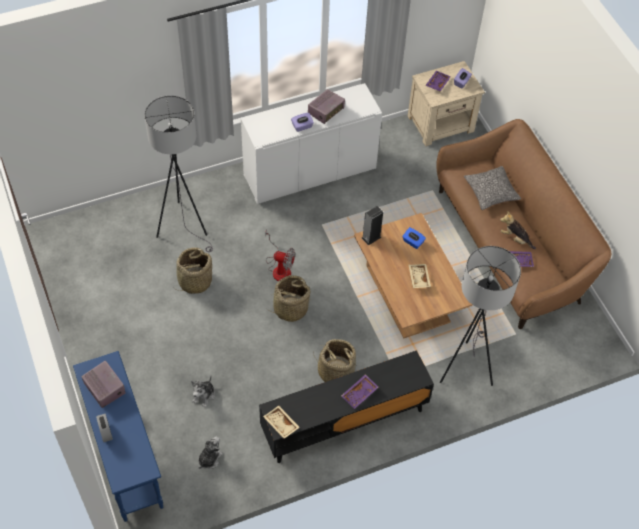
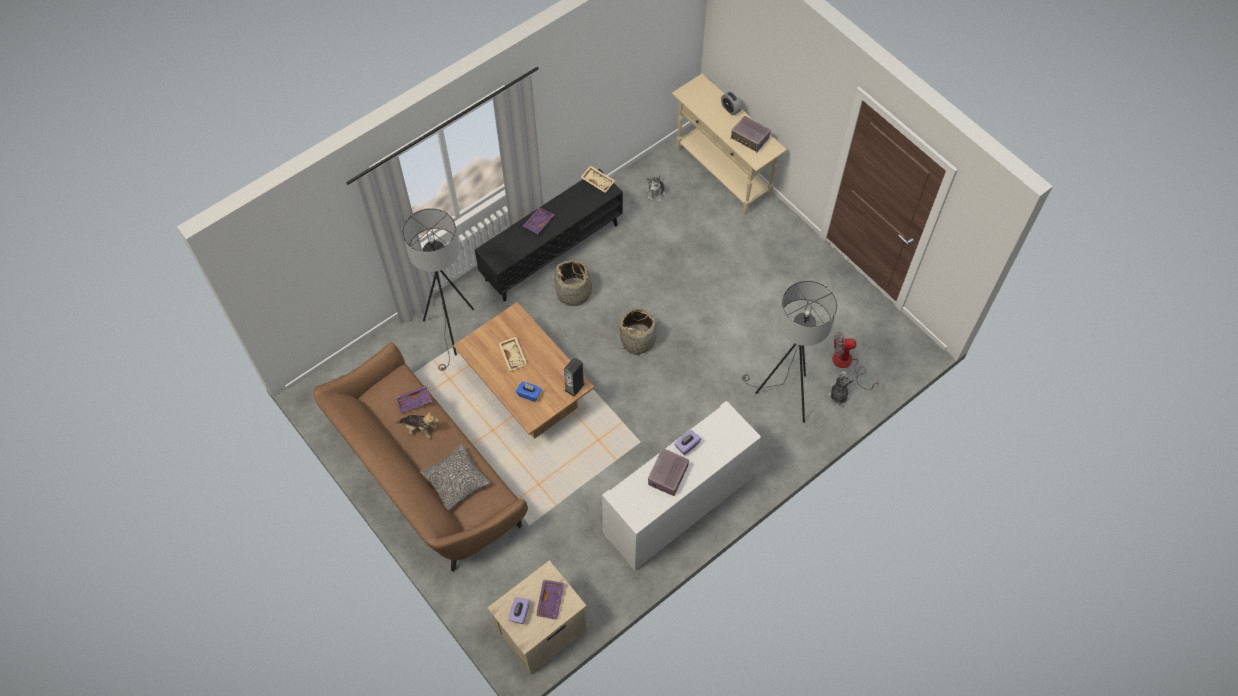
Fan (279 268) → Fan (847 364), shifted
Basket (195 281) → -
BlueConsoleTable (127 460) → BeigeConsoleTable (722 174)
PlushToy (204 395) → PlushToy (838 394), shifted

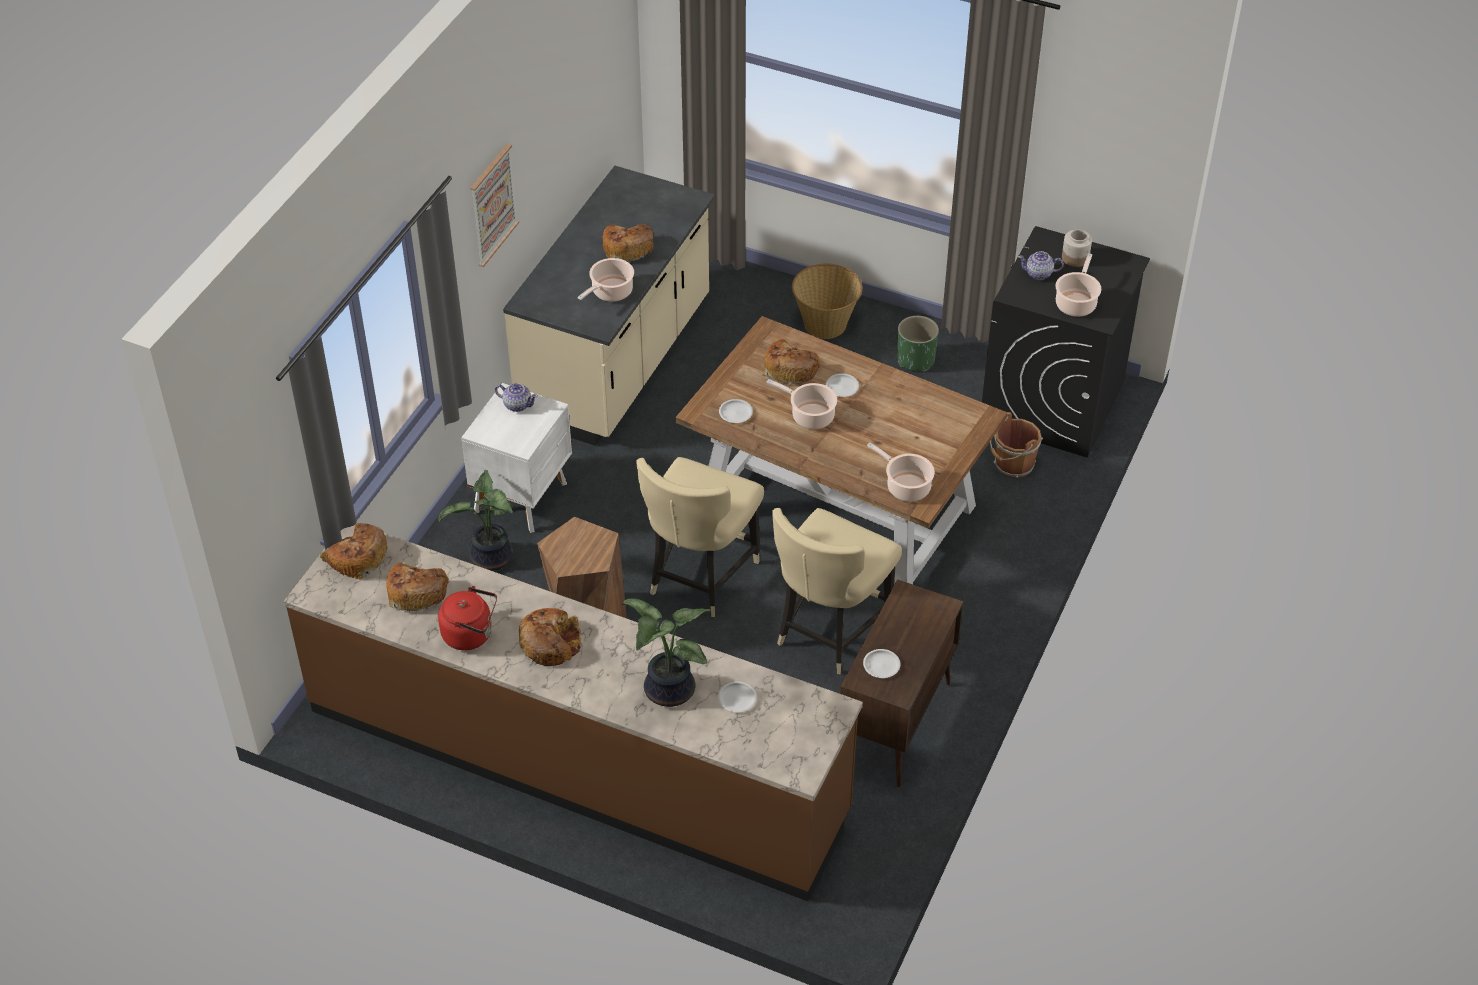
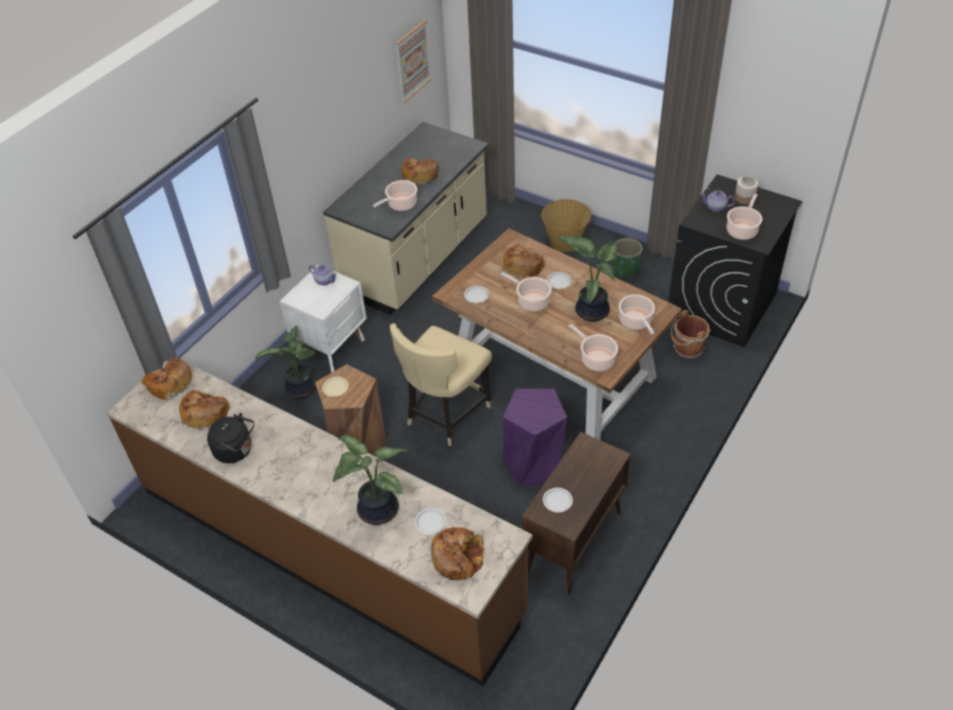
Picture (492 205) → Picture (412 61), shifted
BeigeChair (829 631) → PurpleStool (533 464)
RedKettle (471 634) → BlackKettle (236 450)
Bread (550 643) → Bread (457 557), shifted
- → PottedPlant (591 310)
- → CookingPot (636 322)
- → BeigePlate (336 388)

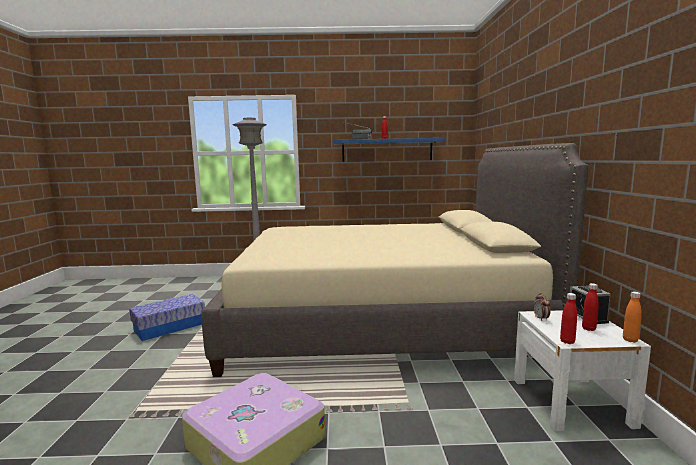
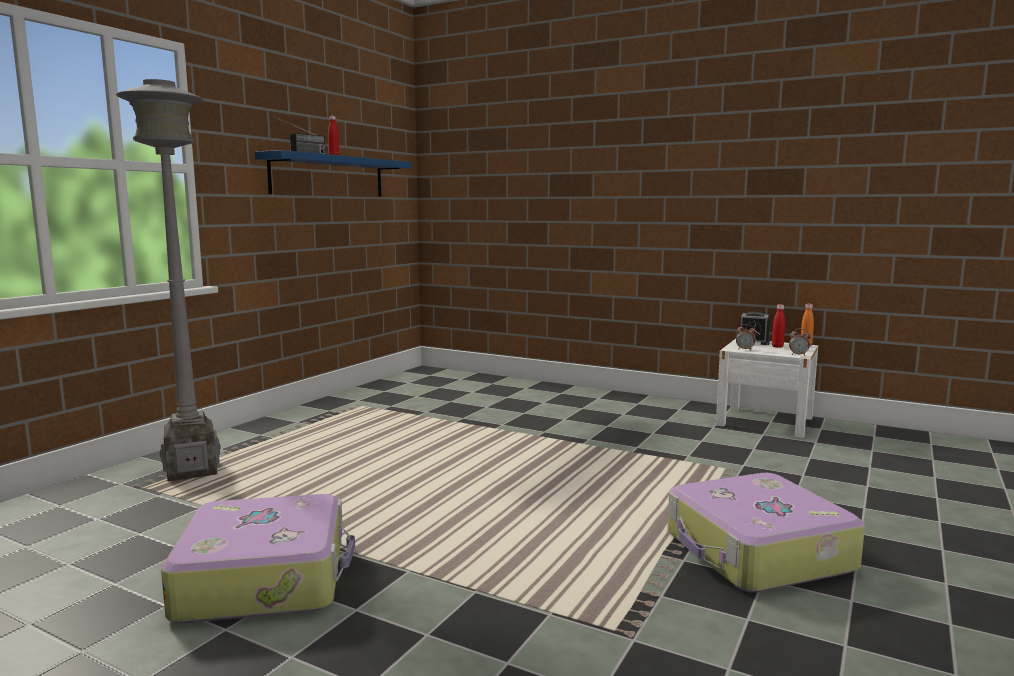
BeigeBed (379 322) → -
RedBottle (567 341) → AlarmClock (798 355)
StorageBox (169 327) → Suitcase (265 578)

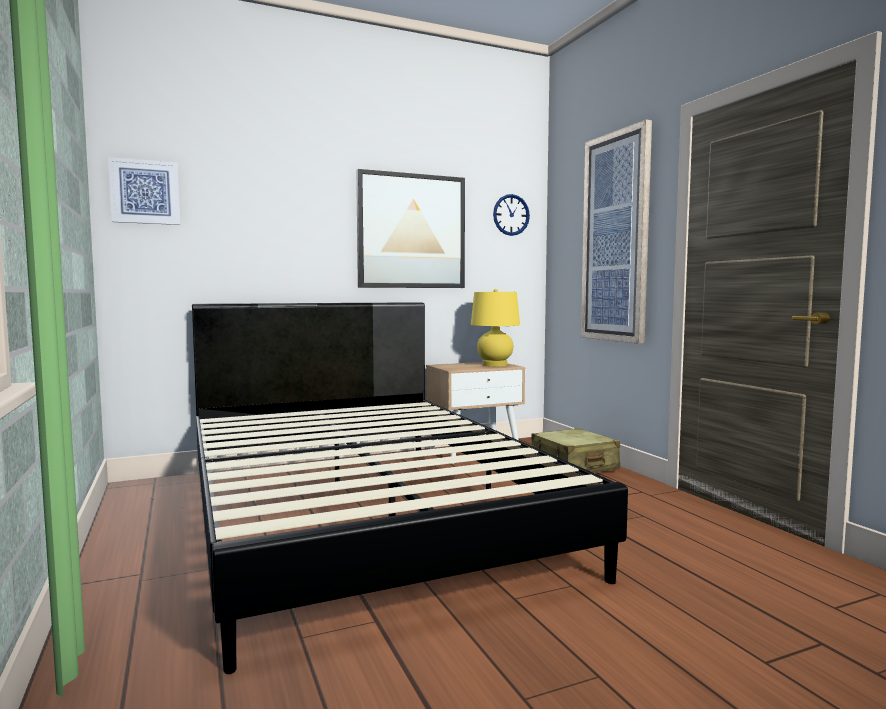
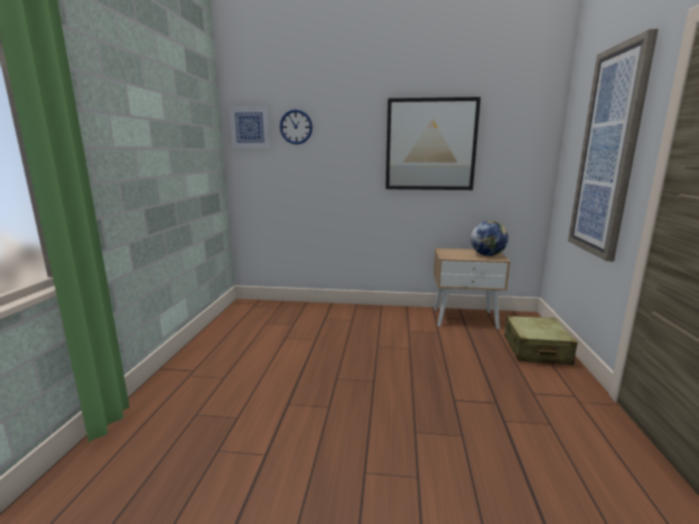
WallClock (511 215) → WallClock (296 127), shifted
YellowTableLamp (494 365) → Globe (487 255)
BlackBed (363 516) → -

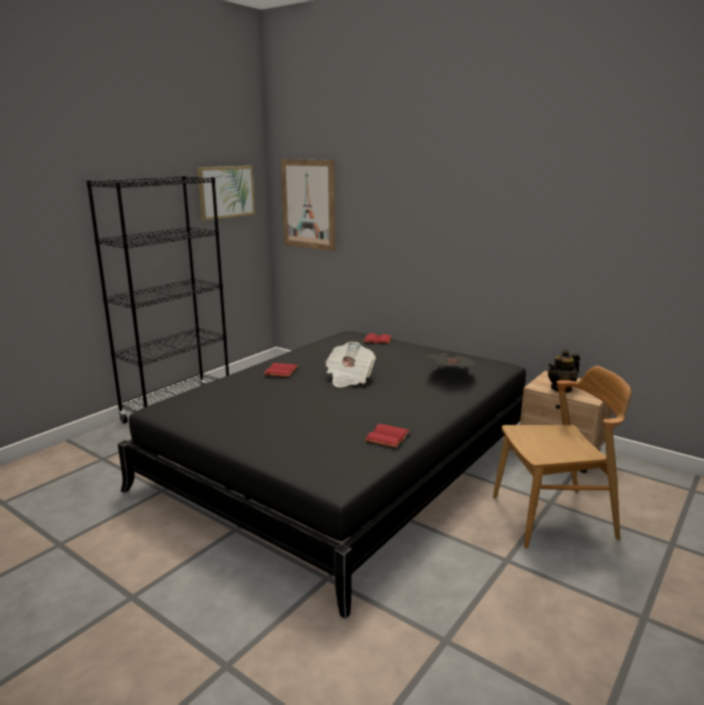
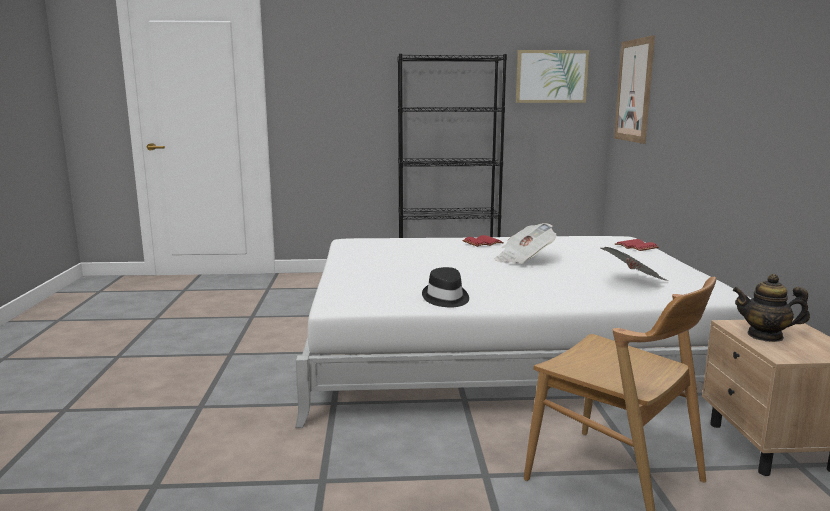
BlackBed (345 459) → WhiteBed (504 349)
RedBook (388 438) → BlackHat (445 298)

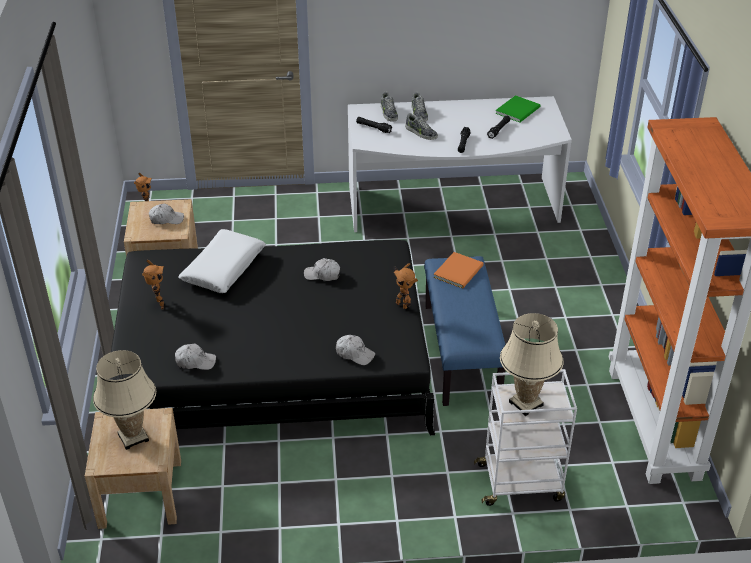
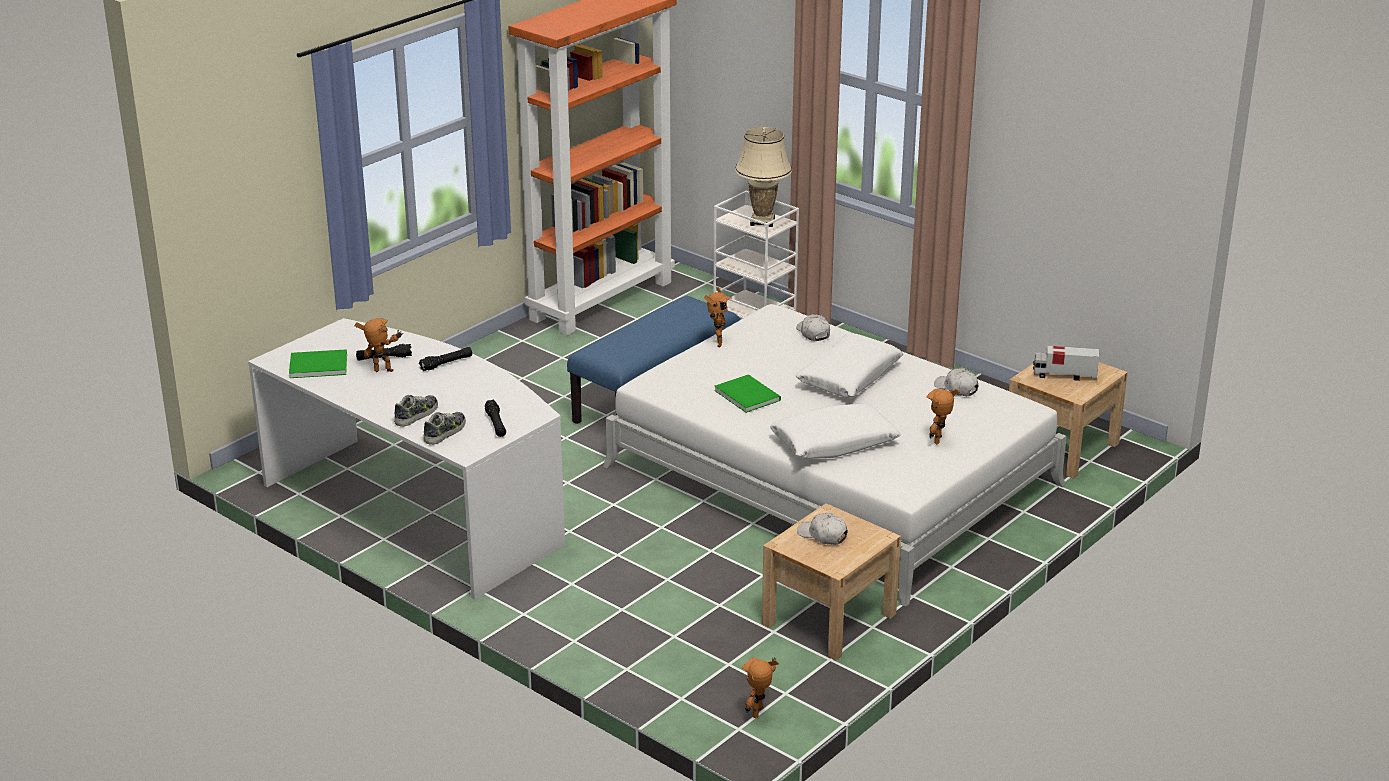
Shoe (421 133) → -
BlackBed (273 362) → WhiteBed (832 476)
OrangeBook (460 271) → -
WhiteCap (322 275) → GreenBook (747 394)
BeigeTableLamp (133 437) → ToyTruck (1064 375)
- → ToyRobot (383 372)
- → WhitePillow (849 376)

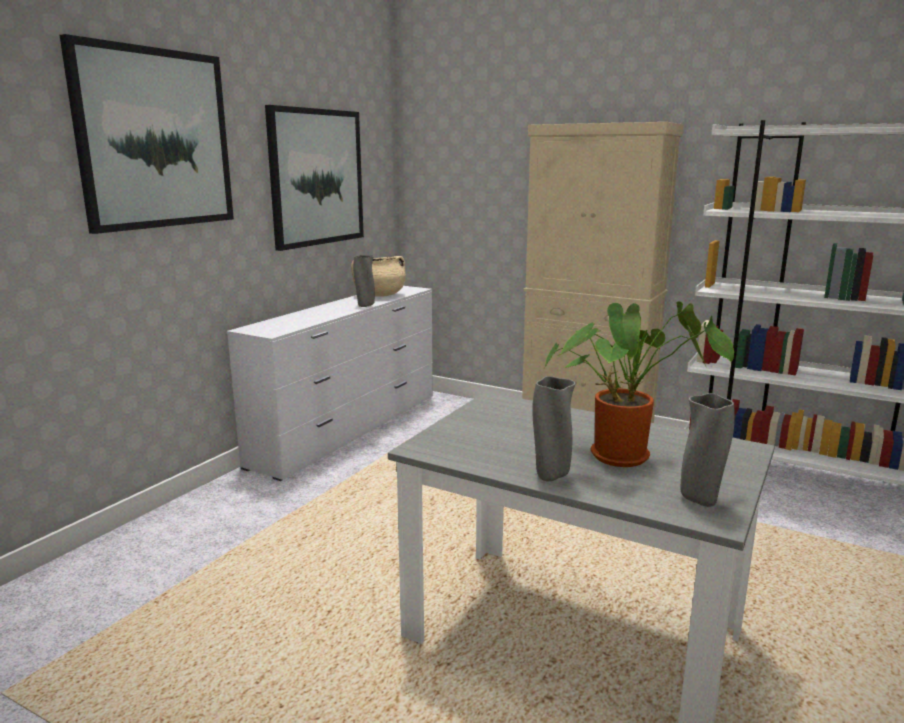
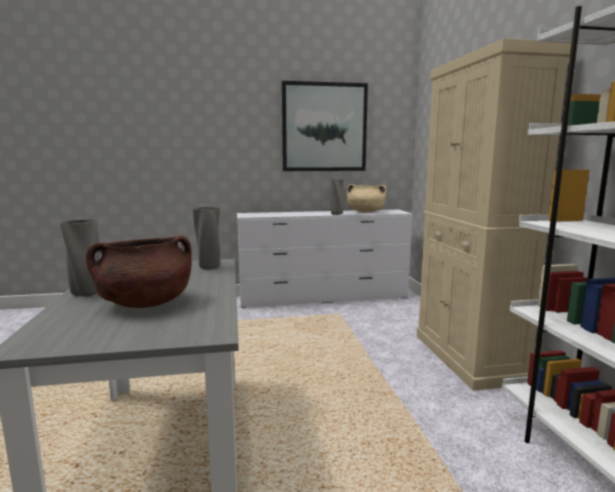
Picture (155 139) → -
PottedPlant (626 455) → BrownCookingPot (146 303)
GreyVase (700 499) → GreyVase (209 267), shifted

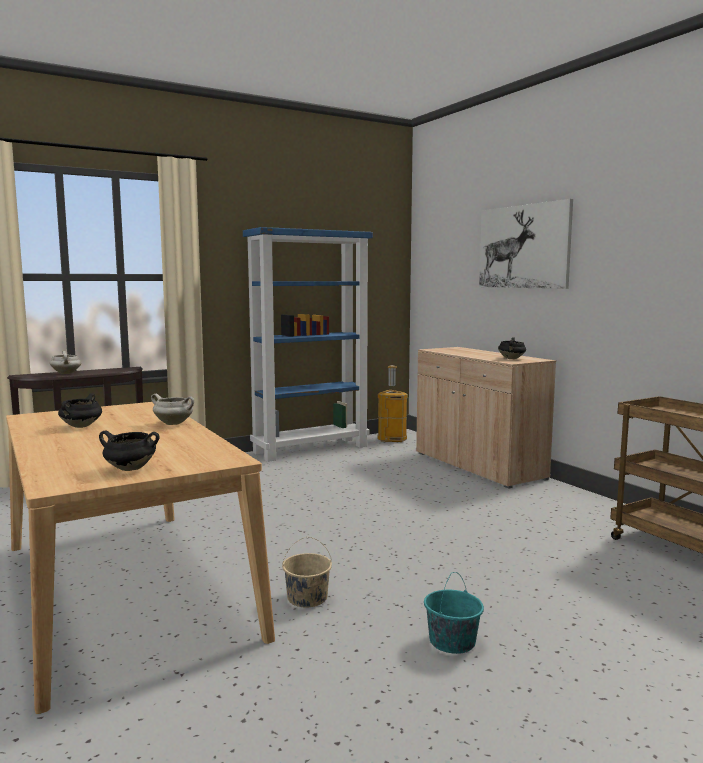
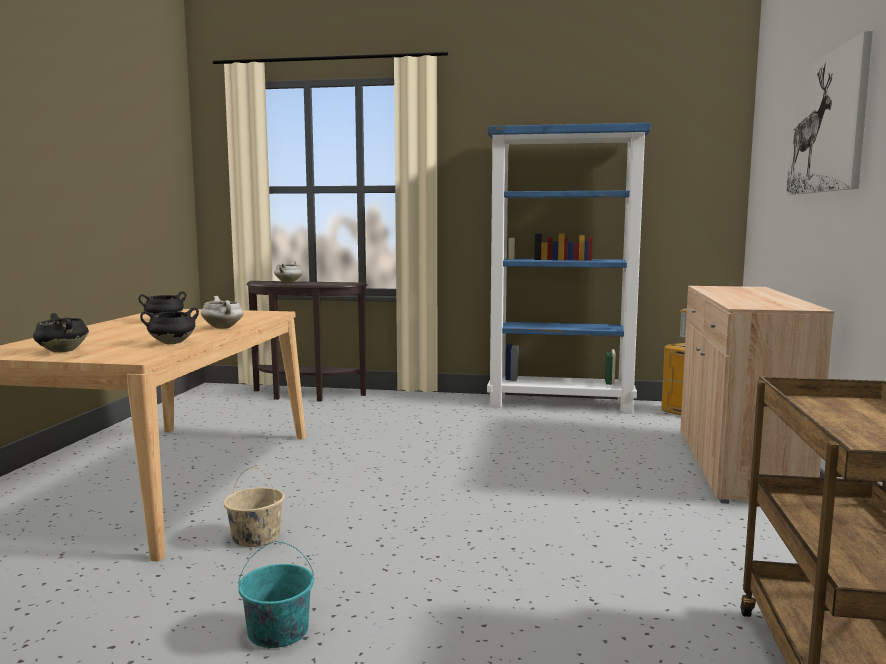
BlackCookingPot (512 359) → BlackCookingPot (171 343), shifted

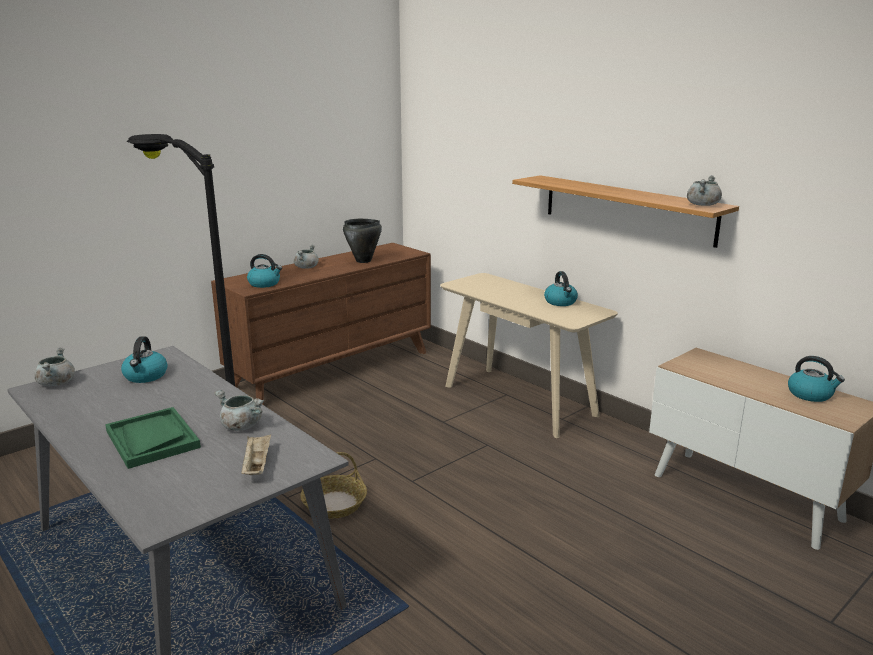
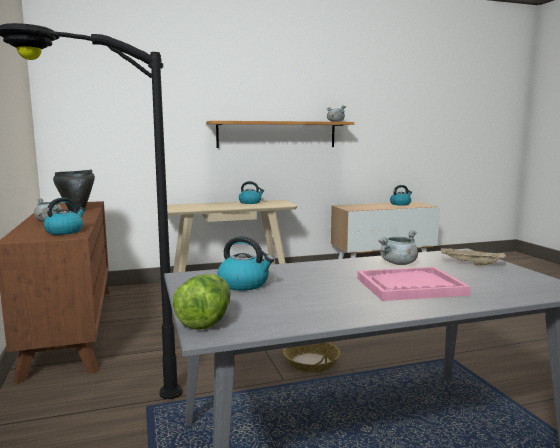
GreyCookingPot (56 383) → Lettuce (206 321)
GreenTray (152 439) → PinkTray (410 286)

